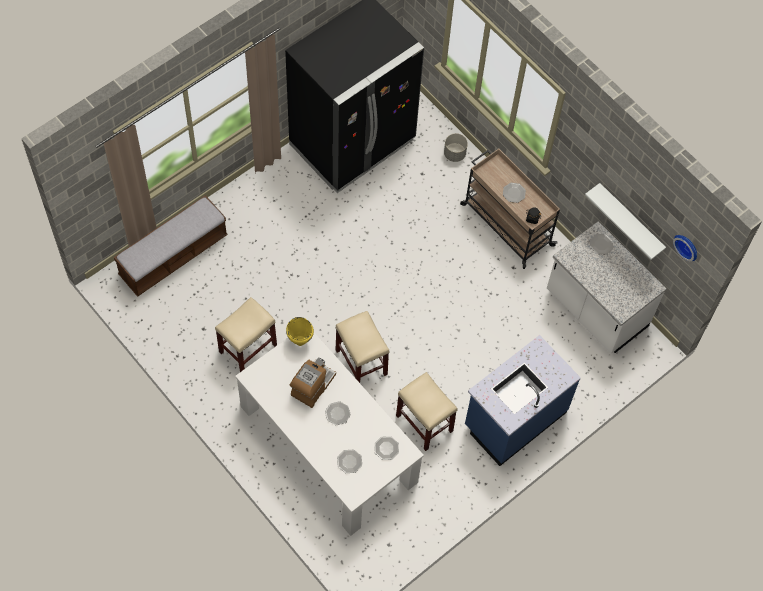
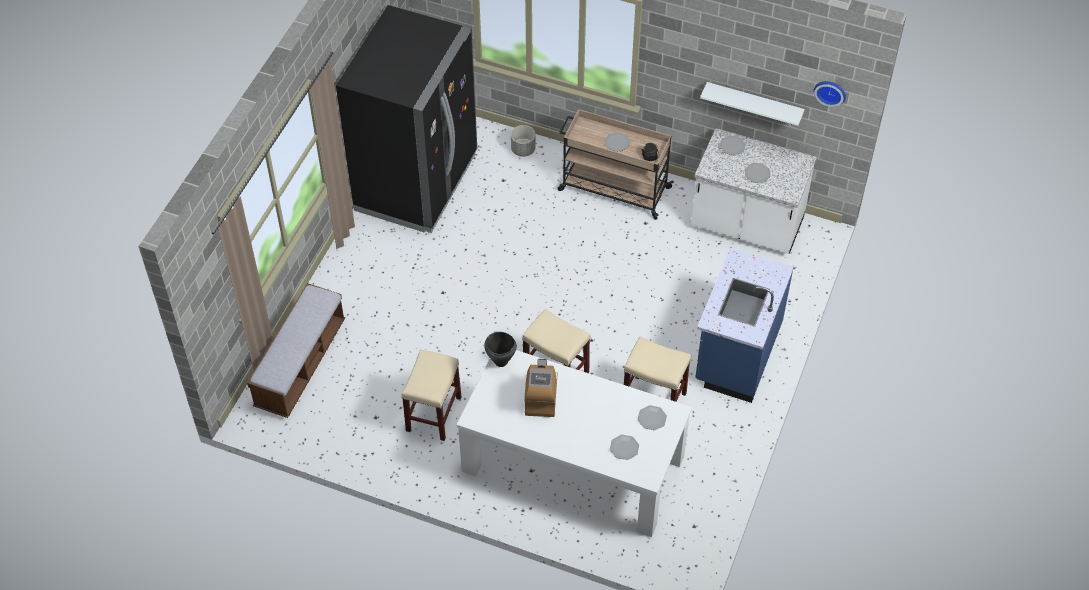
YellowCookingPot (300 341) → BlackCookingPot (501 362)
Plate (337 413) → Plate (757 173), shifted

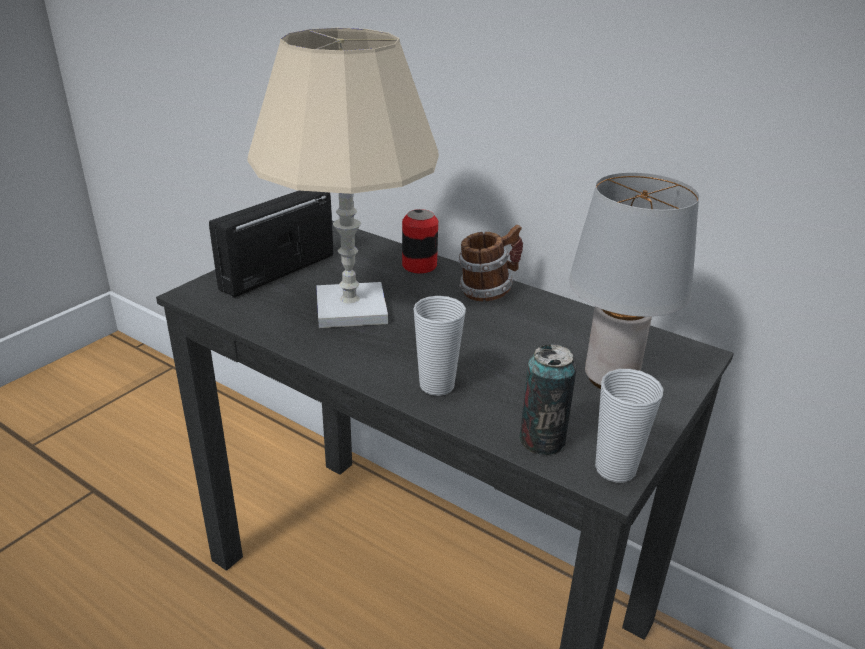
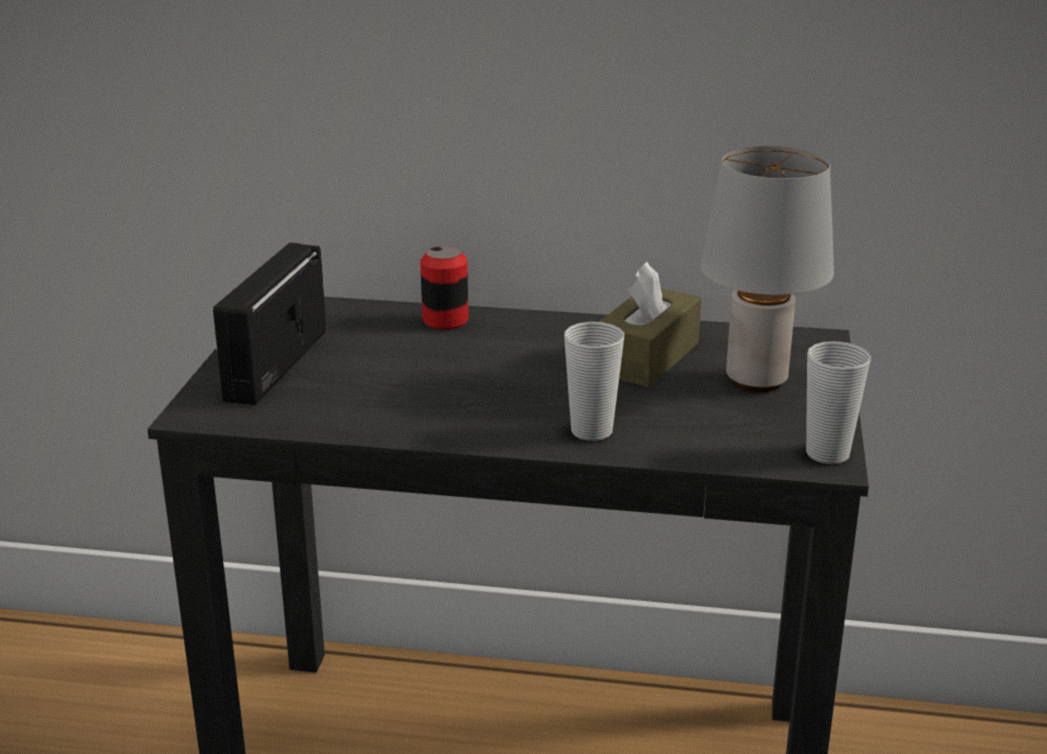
BeigeTableLamp (350 308) → -
Mug (488 291) → -
Can (542 440) → -
- → BrownTissueBox (646 358)

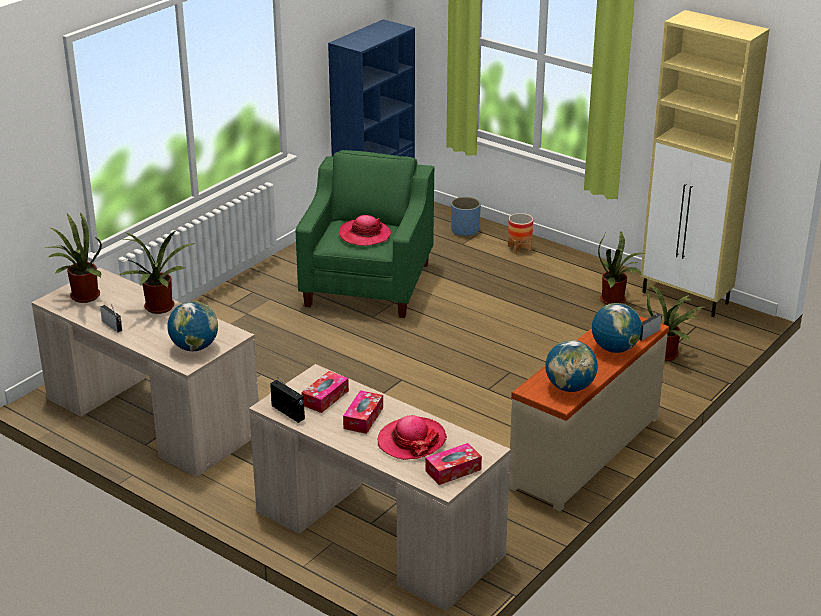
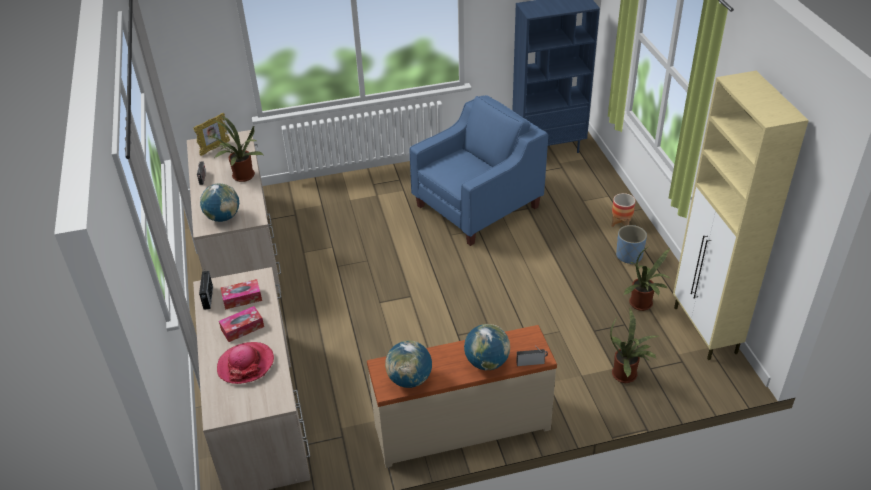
GreenArmchair (368 284) → BlueArmchair (478 207)
BluePlanter (465 230) → BluePlanter (629 256), shifted
PottedPlant (82 297) → PictureFrame (215 148)
Hat (364 235) → -
TissueBox (453 470) → -

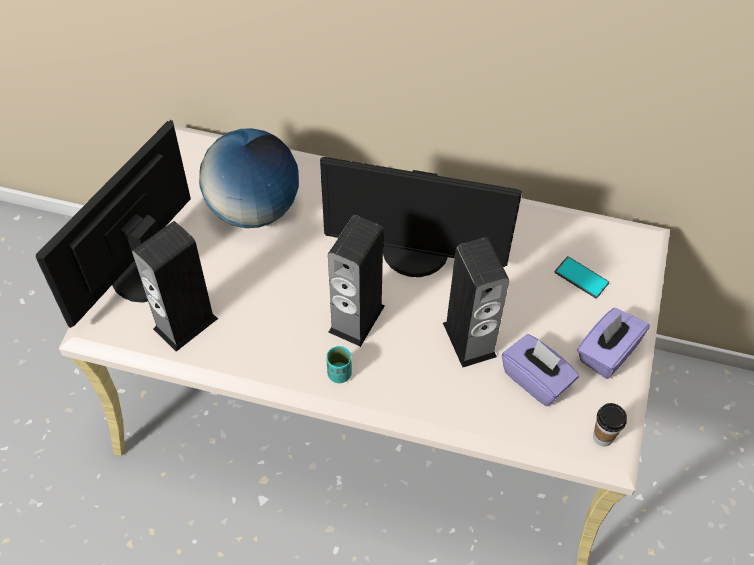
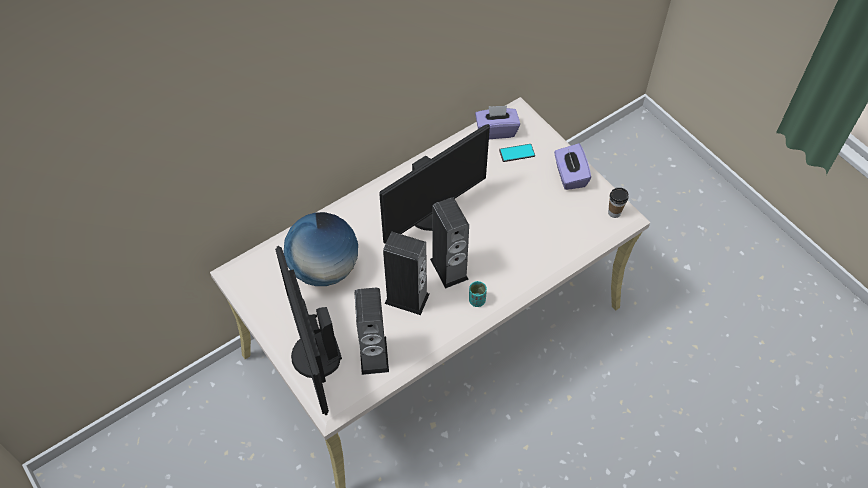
Speaker (469 339) → Speaker (407 298), shifted
PurpleTissueBox (536 379) → PurpleTissueBox (496 130), shifted

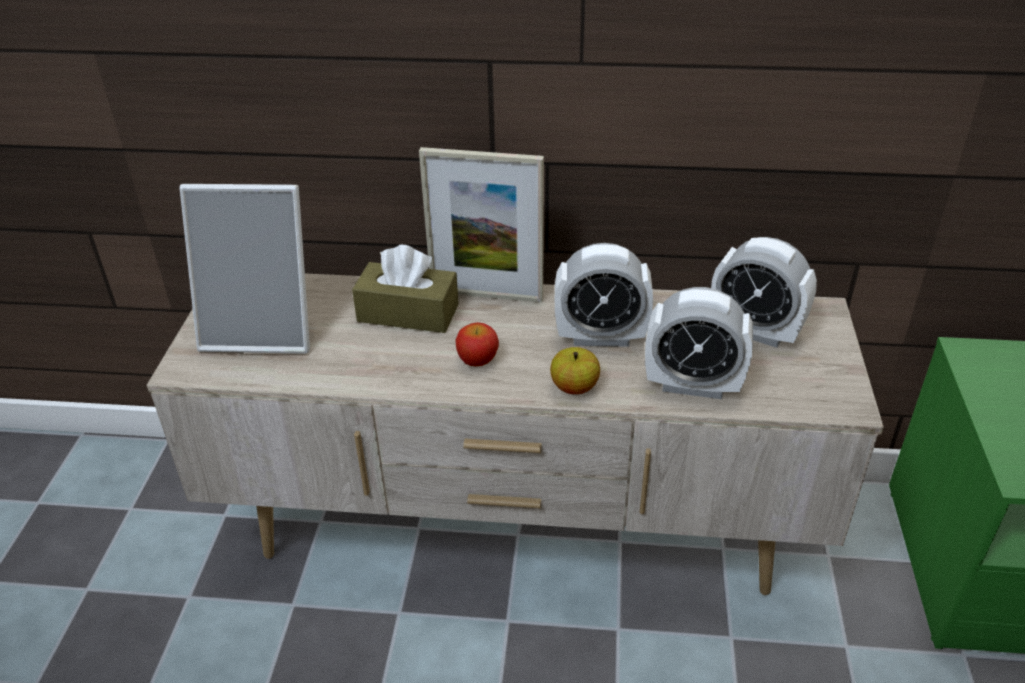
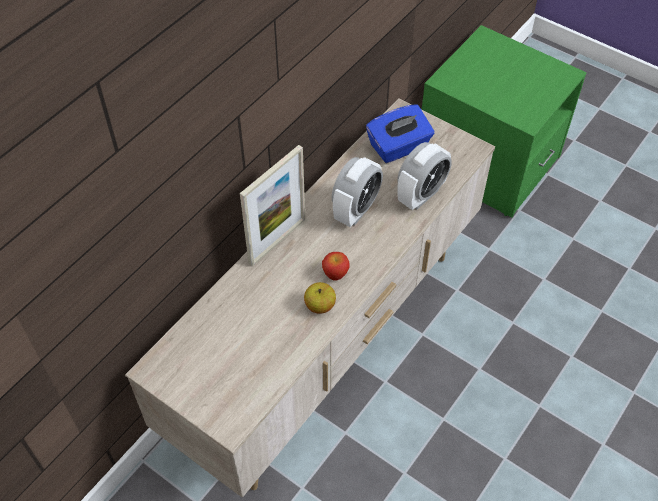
PictureFrame (264 329) → -
AlarmClock (755 331) → BlueTissueBox (399 147)
BrownTissueBox (408 313) → -
Apple (574 387) → Apple (320 306), shifted

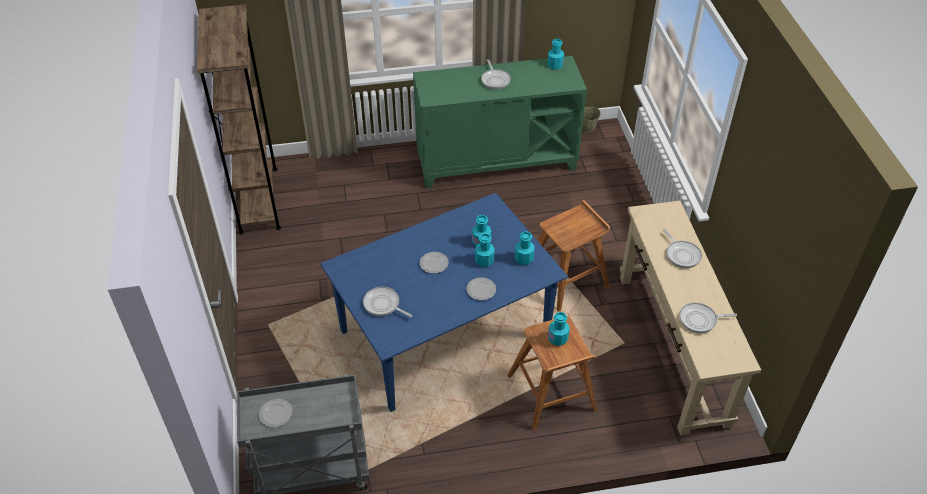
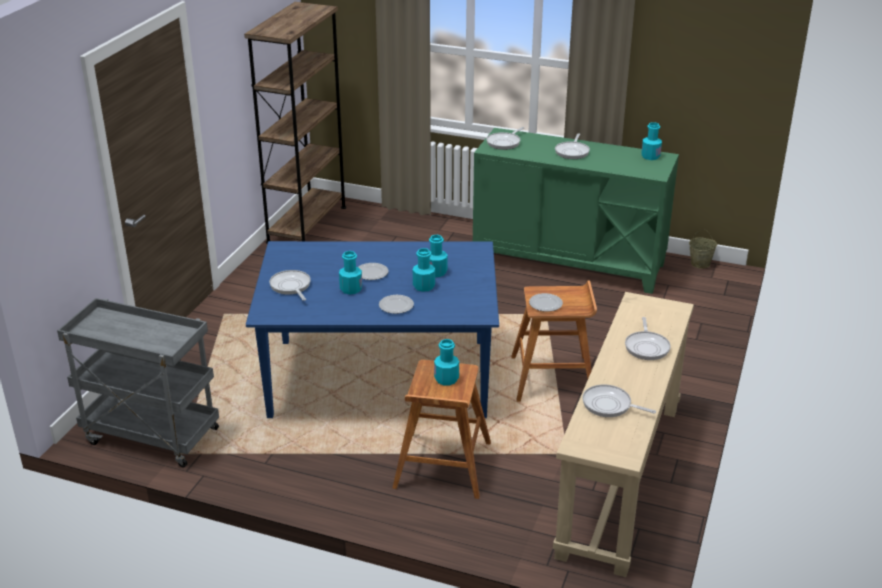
TurquoiseBottle (524 259) → TurquoiseBottle (351 289), shifted
Plate (276 414) → Plate (545 304), shifted
- → FryingPan (505 142)

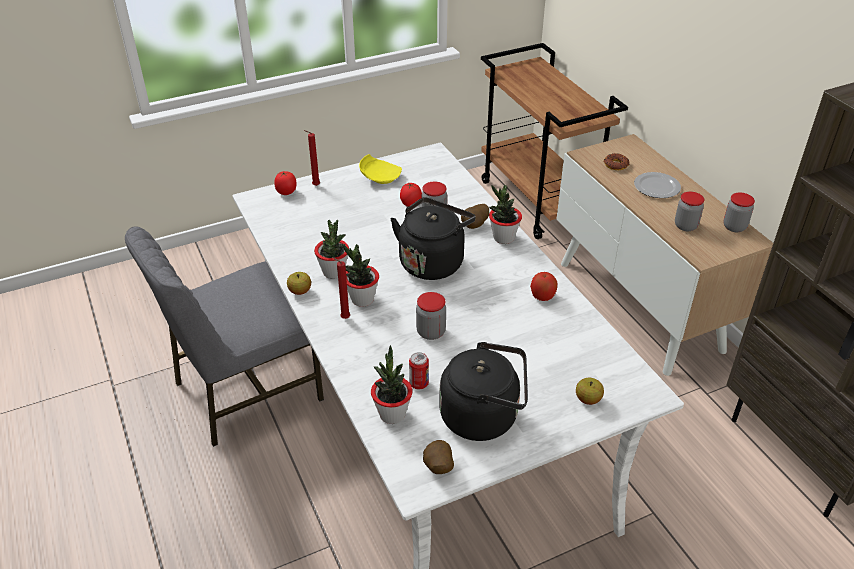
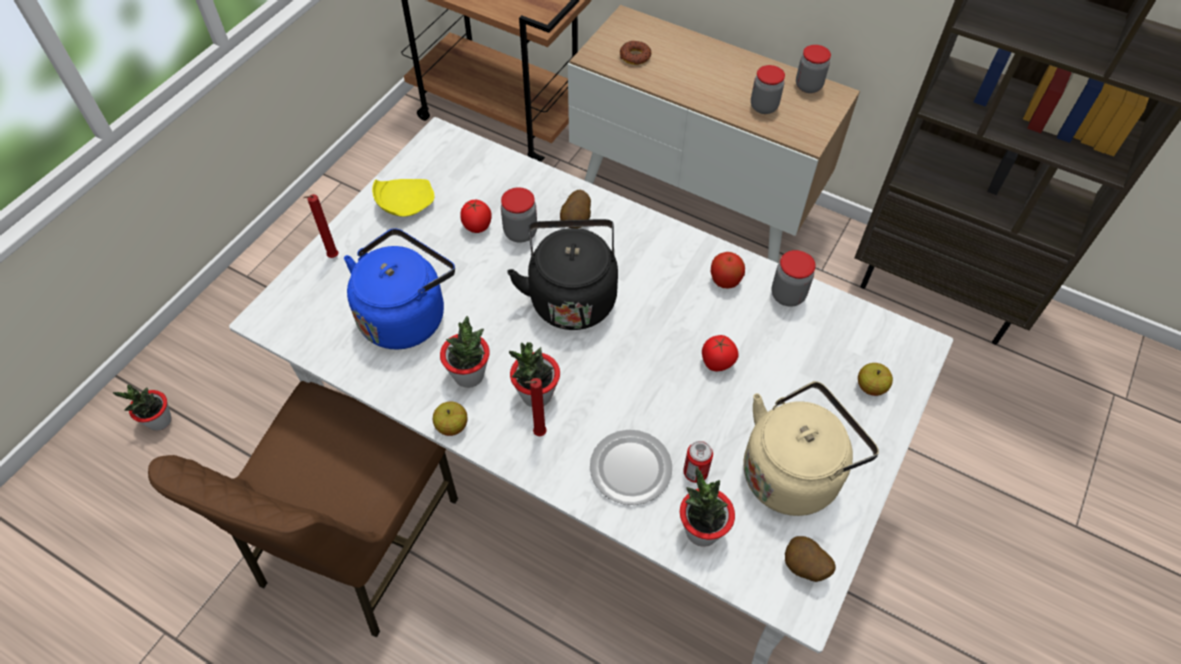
Tomato (286 192) → Tomato (717 363), shifted
Plate (656 187) → Plate (629 468), shifted
PottedPlant (503 238) → PottedPlant (159 421), shifted
GreyChair (245 390) → BrownChair (355 543)
Jar (431 332) → Jar (787 295), shifted
BlackKettle (484 416) → BeigeKettle (794 472)
- → BlueKettle (406 315)

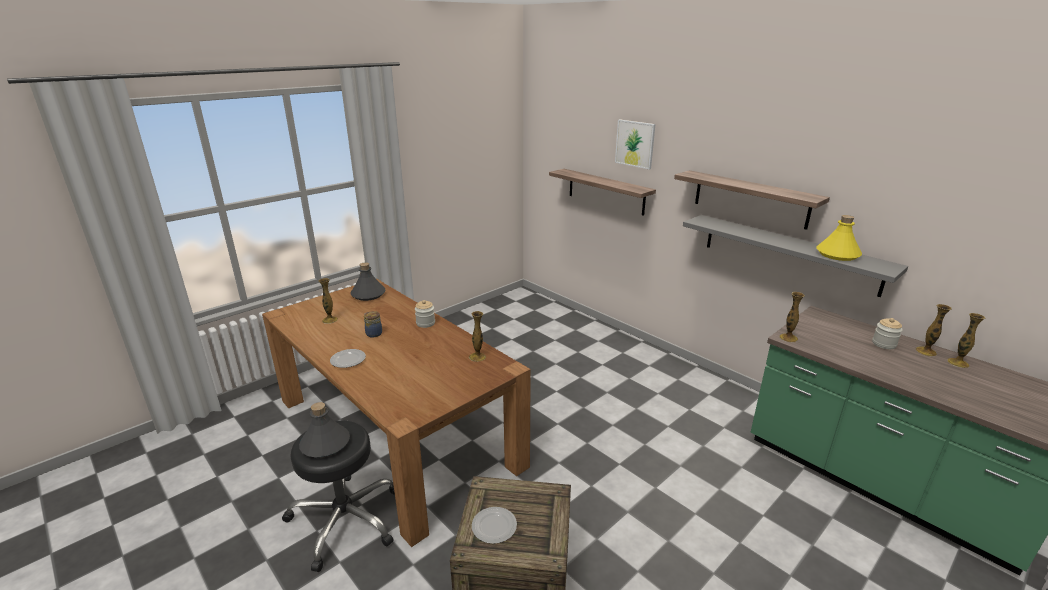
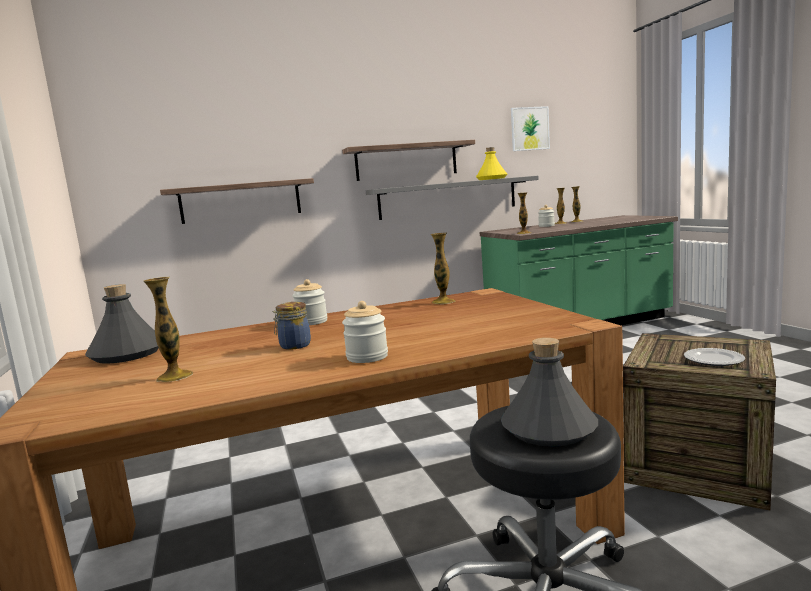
Picture (635 144) → Picture (529 128), shifted
Plate (348 360) → Jar (367 357)

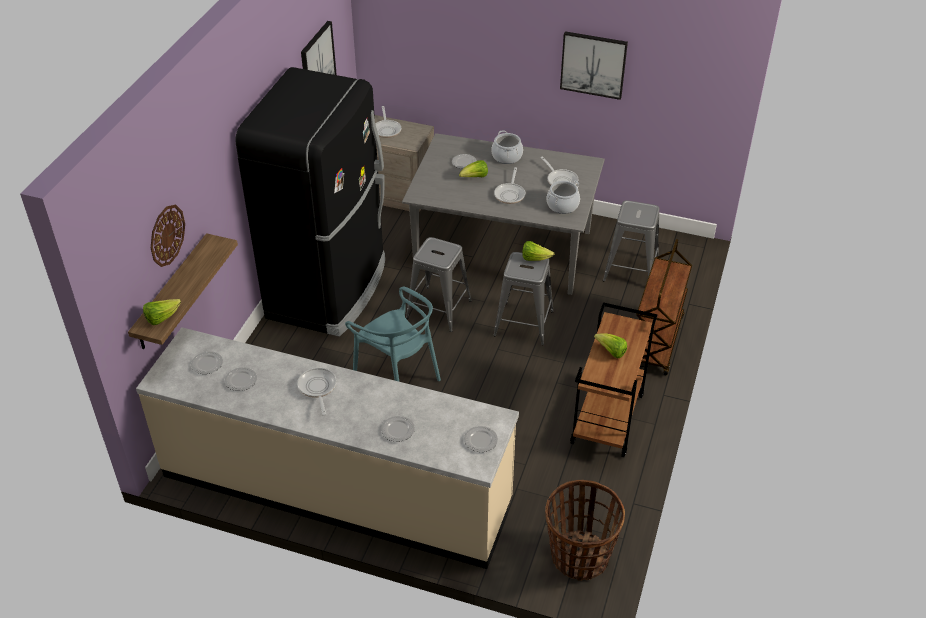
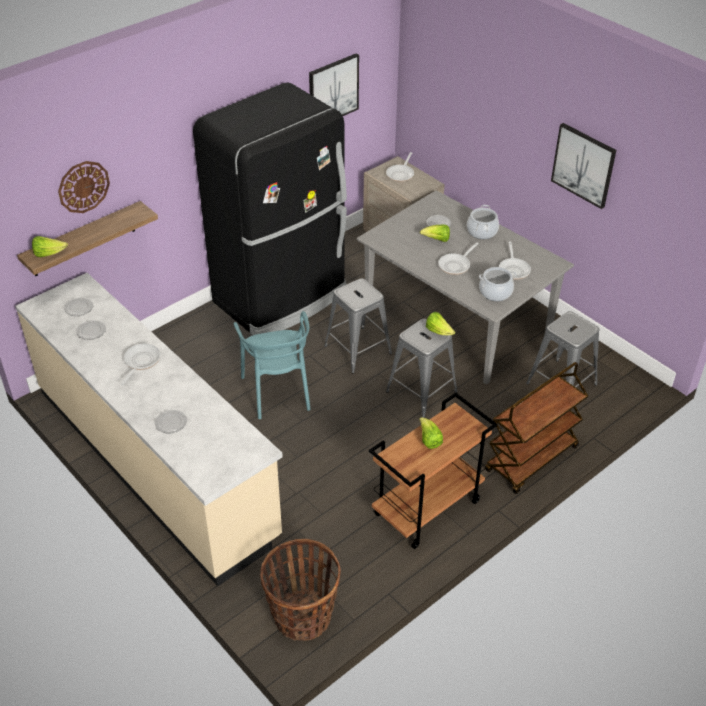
Plate (480 441) → -

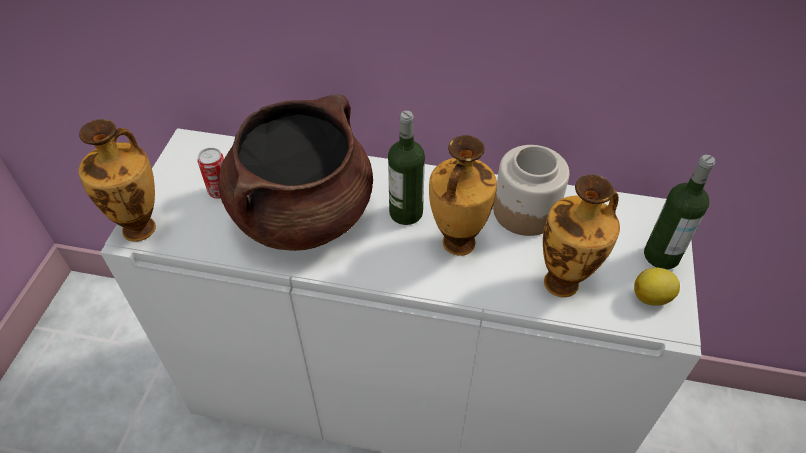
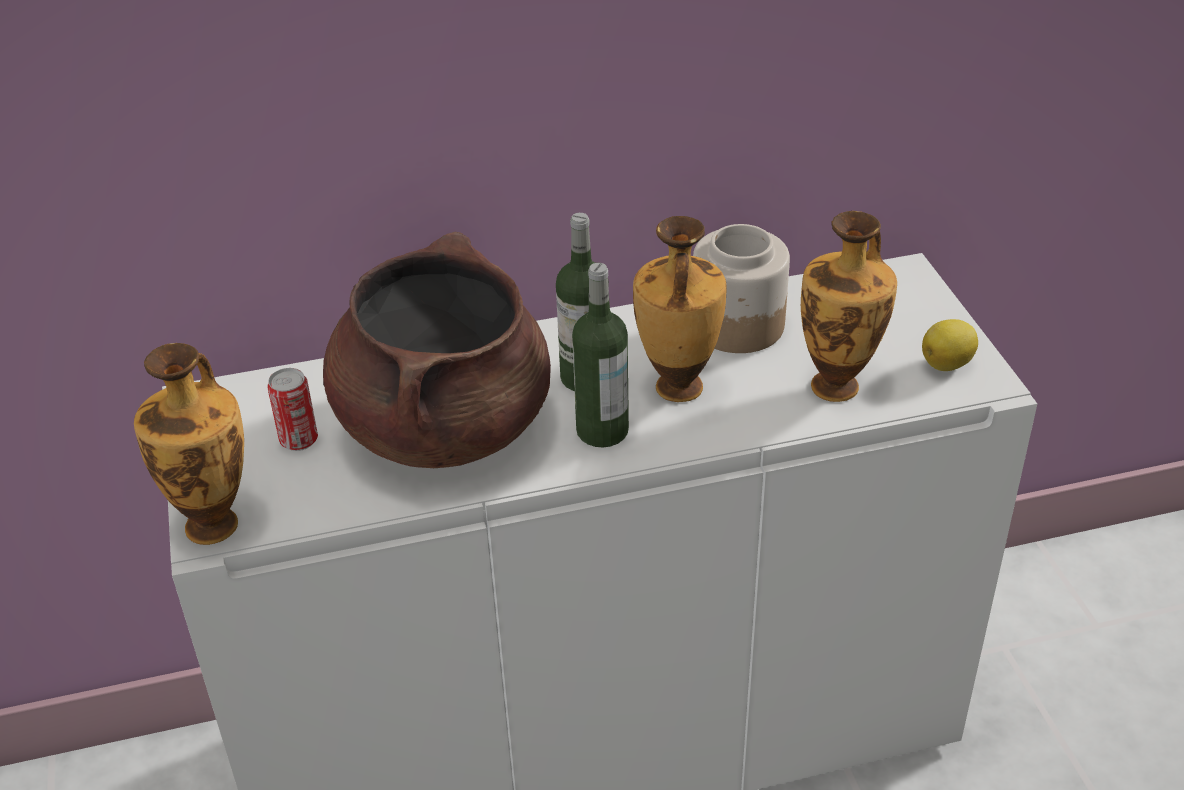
Bottle (661 256) → Bottle (602 431), shifted

